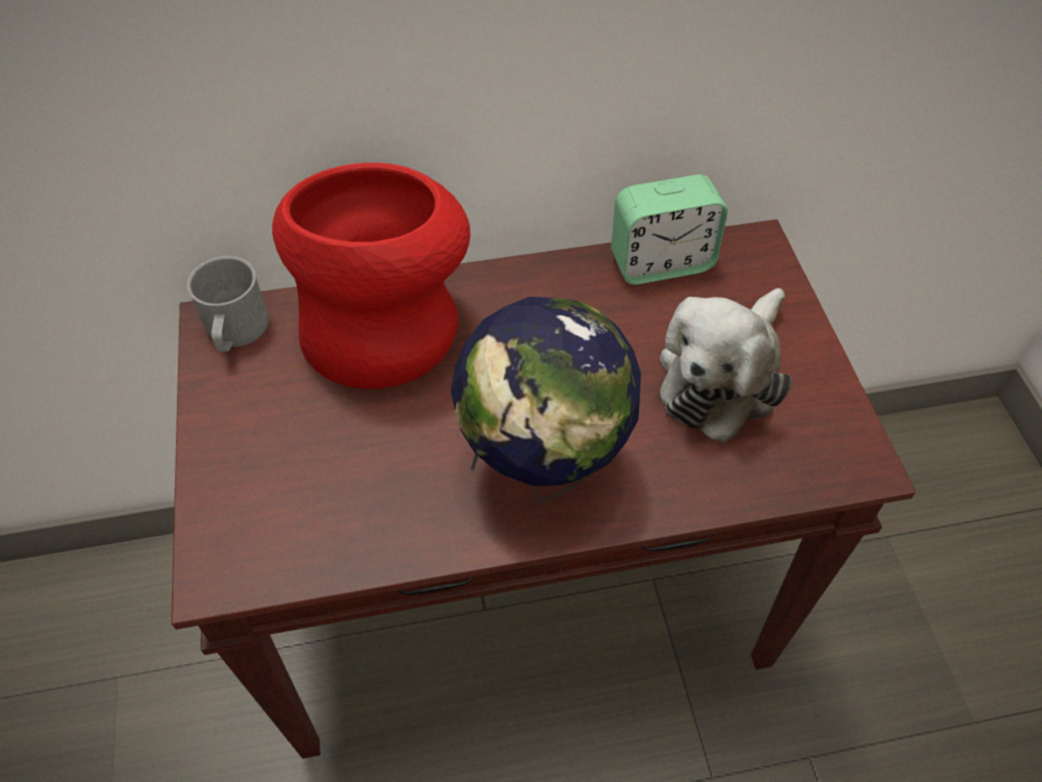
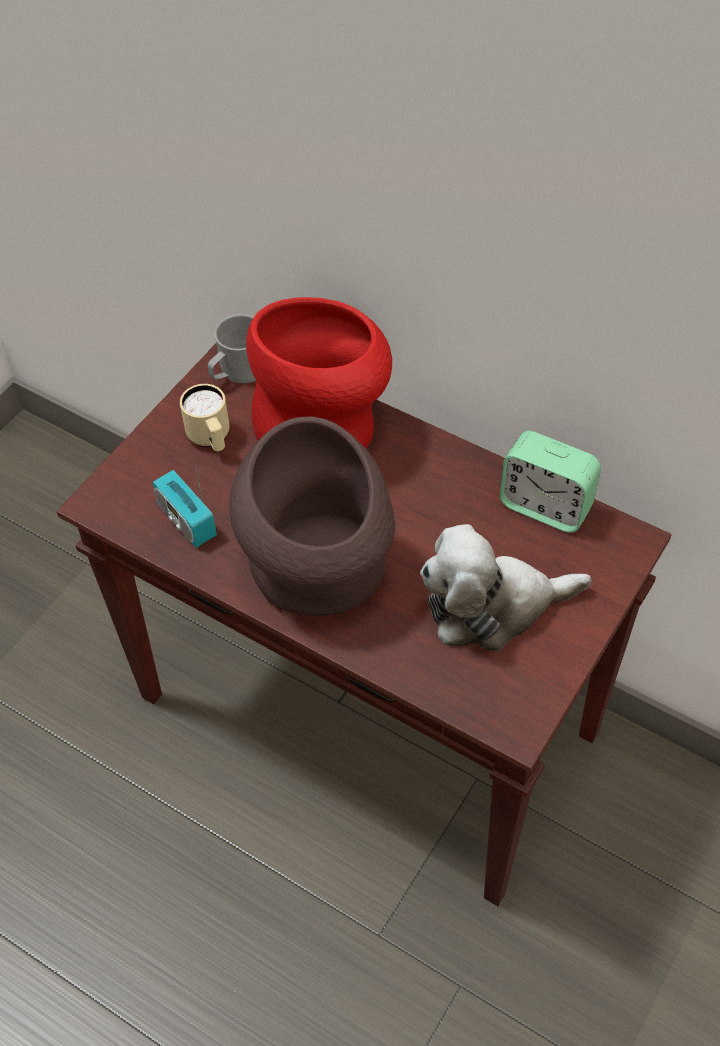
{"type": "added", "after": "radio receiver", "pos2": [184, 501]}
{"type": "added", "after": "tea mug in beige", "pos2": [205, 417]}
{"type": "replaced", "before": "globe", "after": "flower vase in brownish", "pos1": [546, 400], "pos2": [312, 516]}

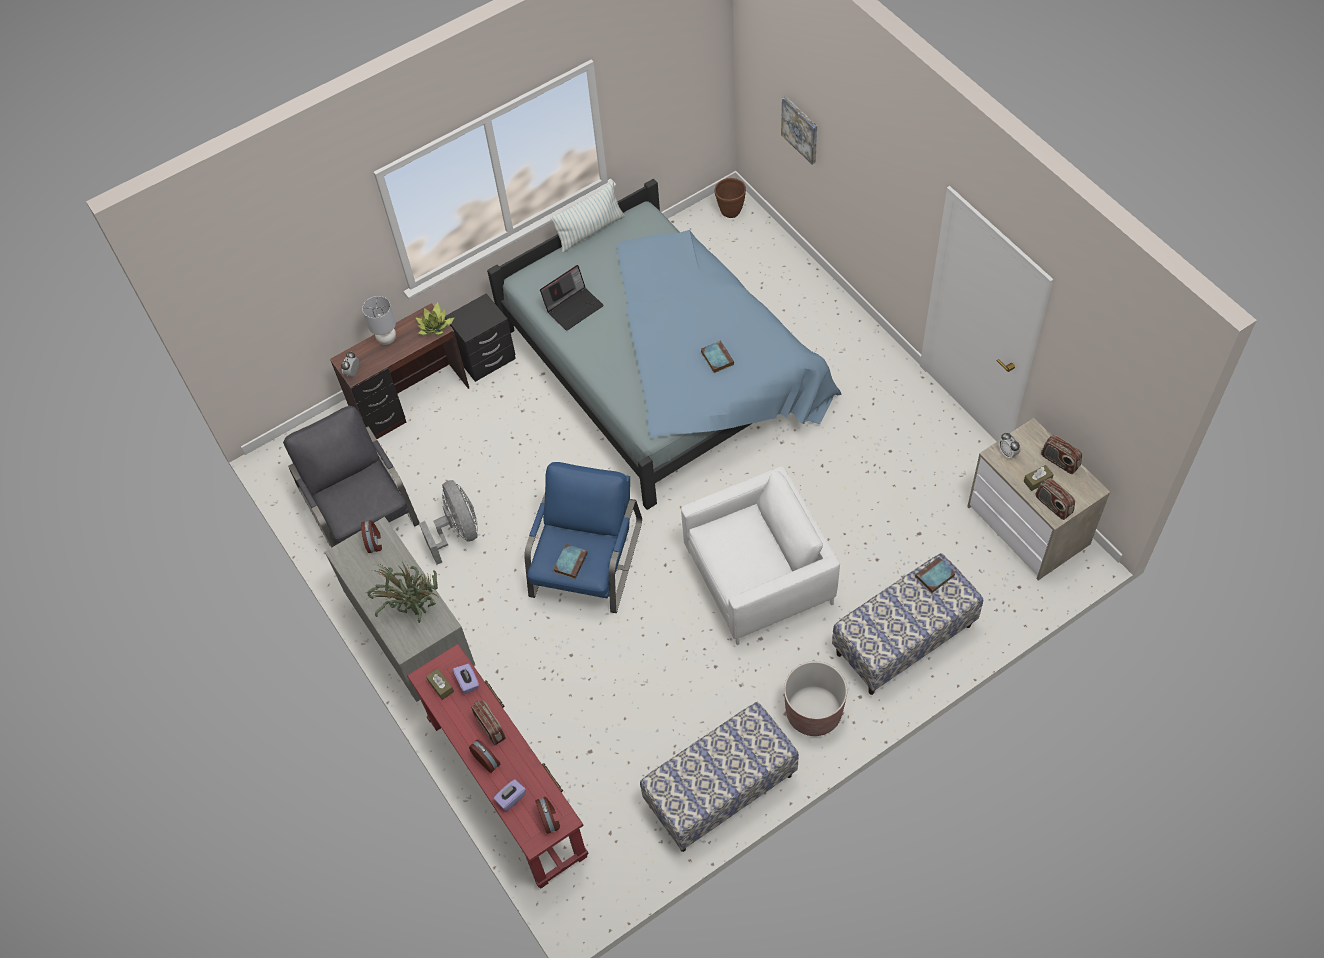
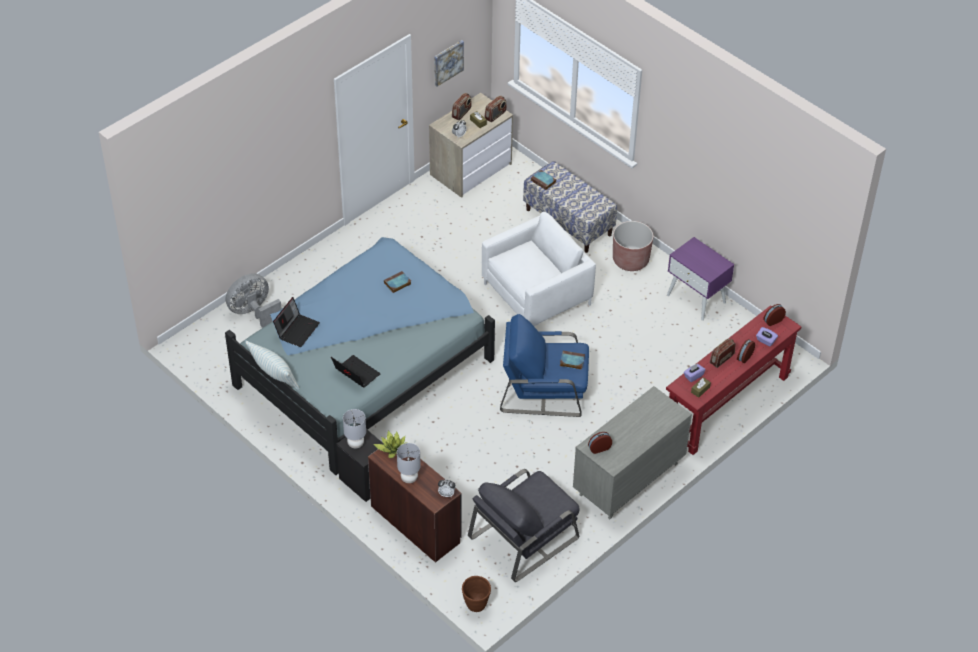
{"type": "removed", "before": "potted plant", "pos1": [402, 592]}
{"type": "added", "after": "laptop", "pos2": [296, 322]}
{"type": "added", "after": "tabletop lamp in greyish", "pos2": [354, 429]}
{"type": "moved", "before": "cooling fan in greyish", "pos1": [448, 522], "pos2": [253, 300]}
{"type": "moved", "before": "flower pot in brownish", "pos1": [730, 198], "pos2": [476, 594]}
{"type": "moved", "before": "picture", "pos1": [799, 130], "pos2": [449, 63]}
{"type": "replaced", "before": "bench", "after": "bedside table in purple", "pos1": [719, 777], "pos2": [700, 279]}
{"type": "turned", "before": "armchair in white", "pos1": [760, 555], "pos2": [539, 269], "turn": 90}

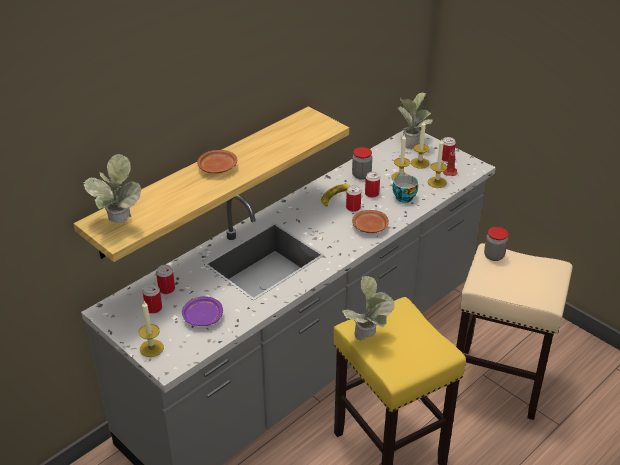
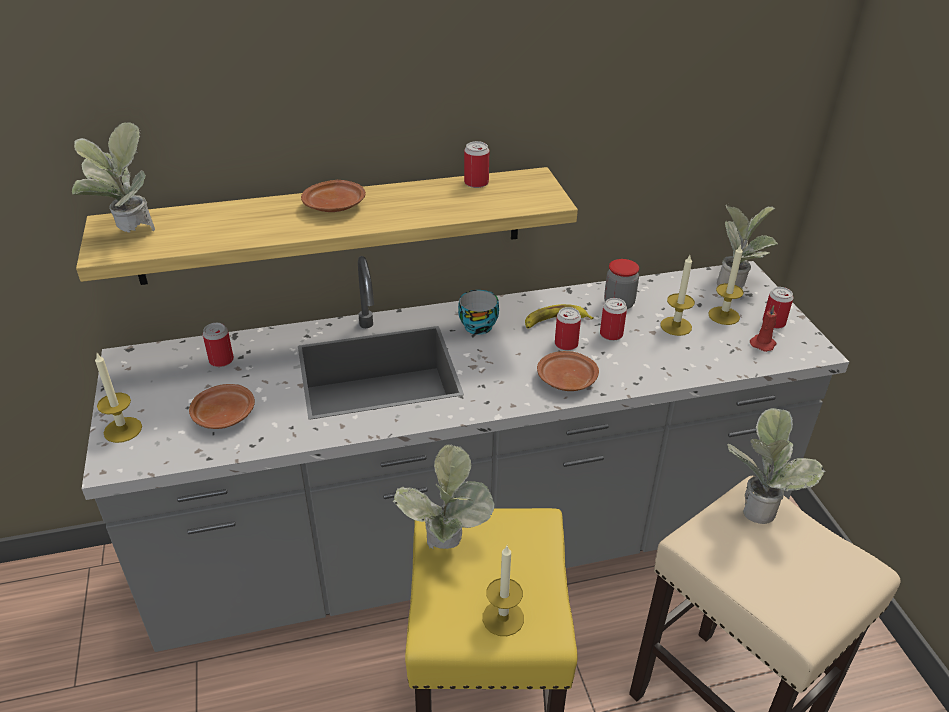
{"type": "moved", "before": "metal can", "pos1": [152, 298], "pos2": [476, 164]}
{"type": "moved", "before": "drinking cup", "pos1": [405, 189], "pos2": [478, 312]}
{"type": "moved", "before": "wax light", "pos1": [437, 163], "pos2": [503, 591]}
{"type": "replaced", "before": "preserve jar", "after": "potted plant", "pos1": [496, 244], "pos2": [776, 466]}
{"type": "recoloured", "before": "dinner plate in purple", "after": "dinner plate in brownish", "pos1": [202, 311], "pos2": [222, 406]}

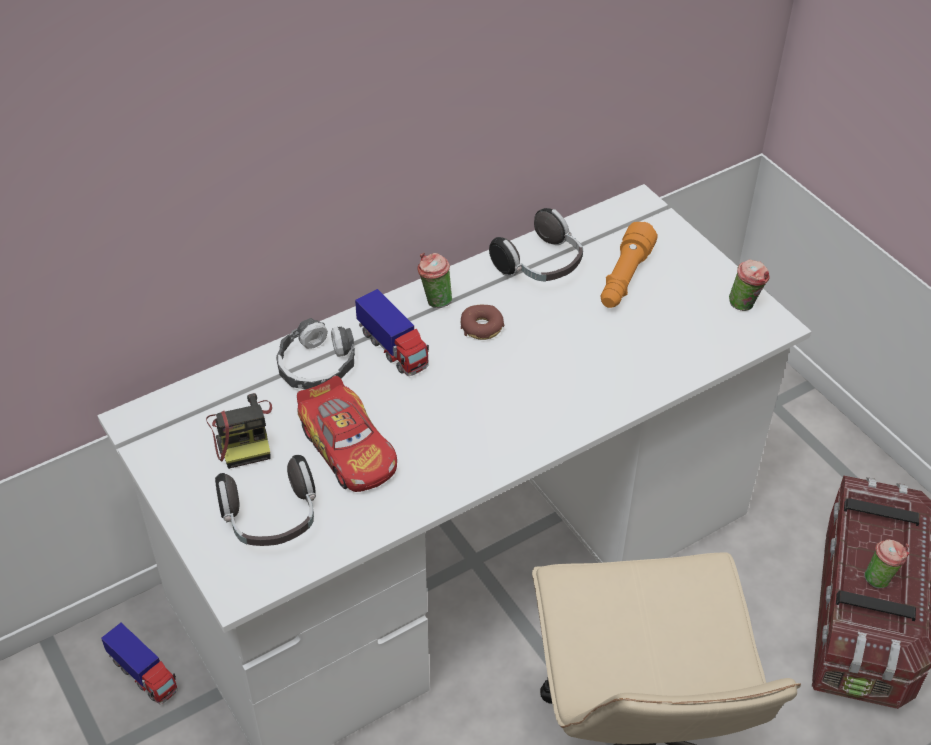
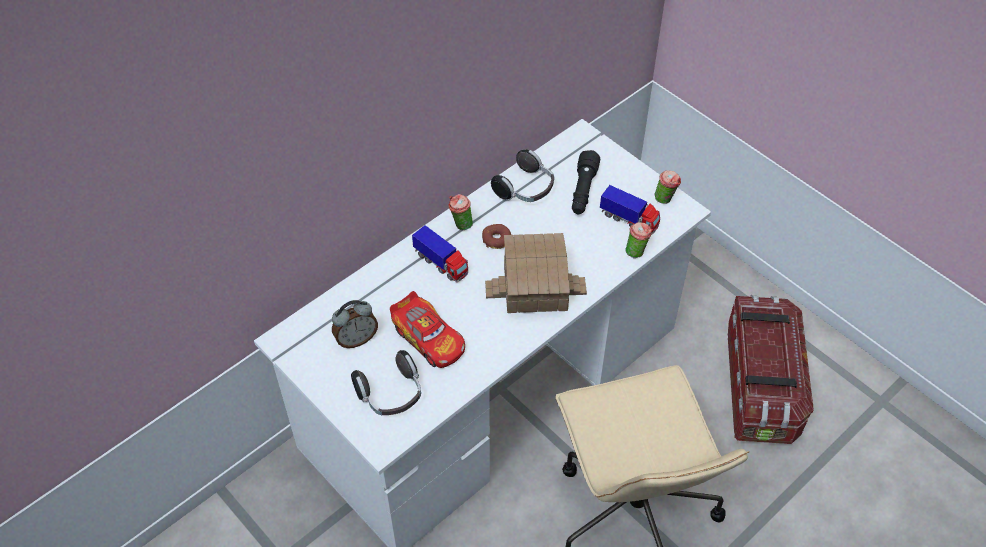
{"type": "removed", "before": "pair of headphones", "pos1": [315, 354]}
{"type": "added", "after": "toy house", "pos2": [536, 273]}
{"type": "moved", "before": "toy truck", "pos1": [139, 664], "pos2": [630, 210]}
{"type": "moved", "before": "drinking cup", "pos1": [887, 564], "pos2": [639, 240]}
{"type": "replaced", "before": "photo camera", "after": "alarm clock", "pos1": [239, 431], "pos2": [355, 324]}
{"type": "recoloured", "before": "torch in orangey", "after": "torch in black", "pos1": [629, 265], "pos2": [586, 182]}

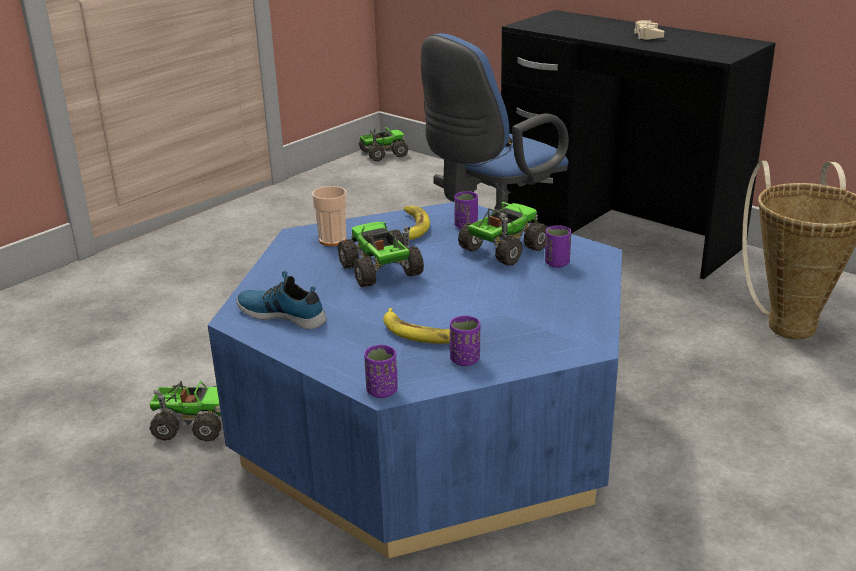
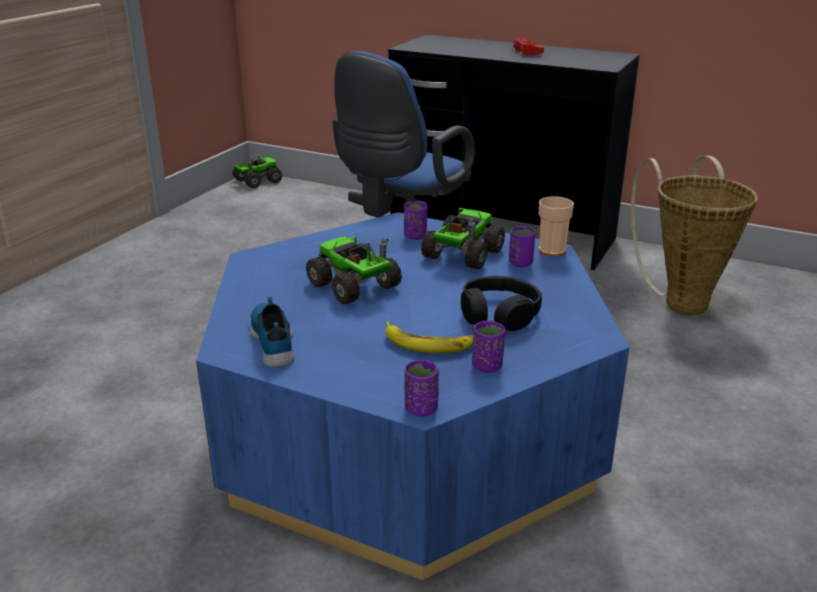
{"type": "removed", "before": "toy truck", "pos1": [185, 411]}
{"type": "removed", "before": "banana", "pos1": [416, 223]}
{"type": "added", "after": "pair of headphones in black", "pos2": [501, 303]}
{"type": "moved", "before": "drinking cup", "pos1": [329, 216], "pos2": [556, 226]}
{"type": "recoloured", "before": "gamepad in beige", "after": "gamepad in red-coloured", "pos1": [649, 30], "pos2": [528, 46]}
{"type": "turned", "before": "item of footwear", "pos1": [282, 299], "pos2": [272, 331], "turn": 60}

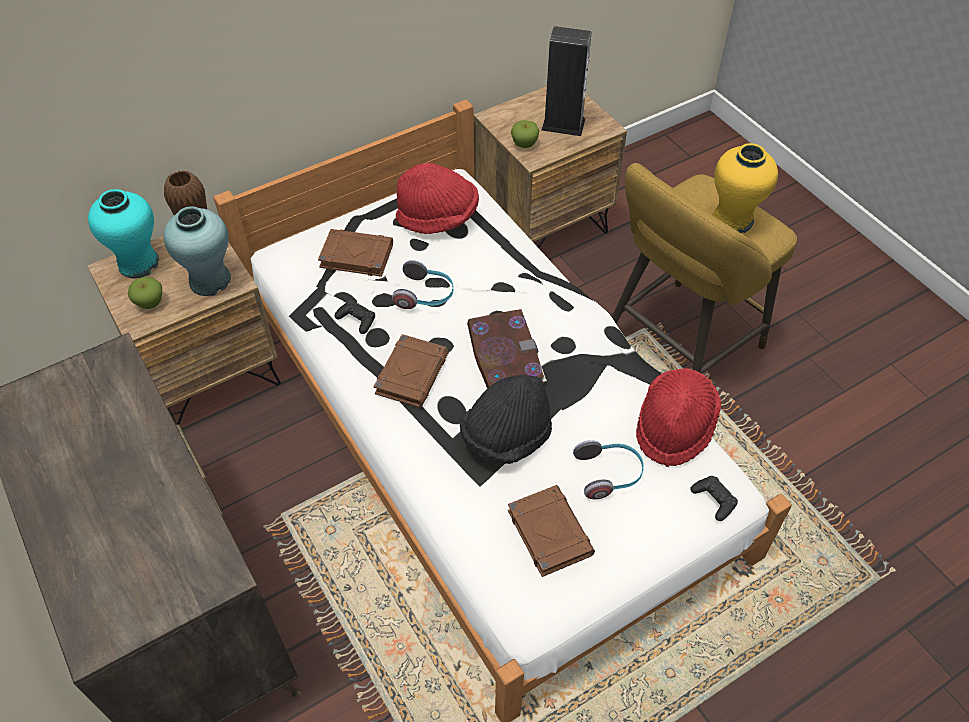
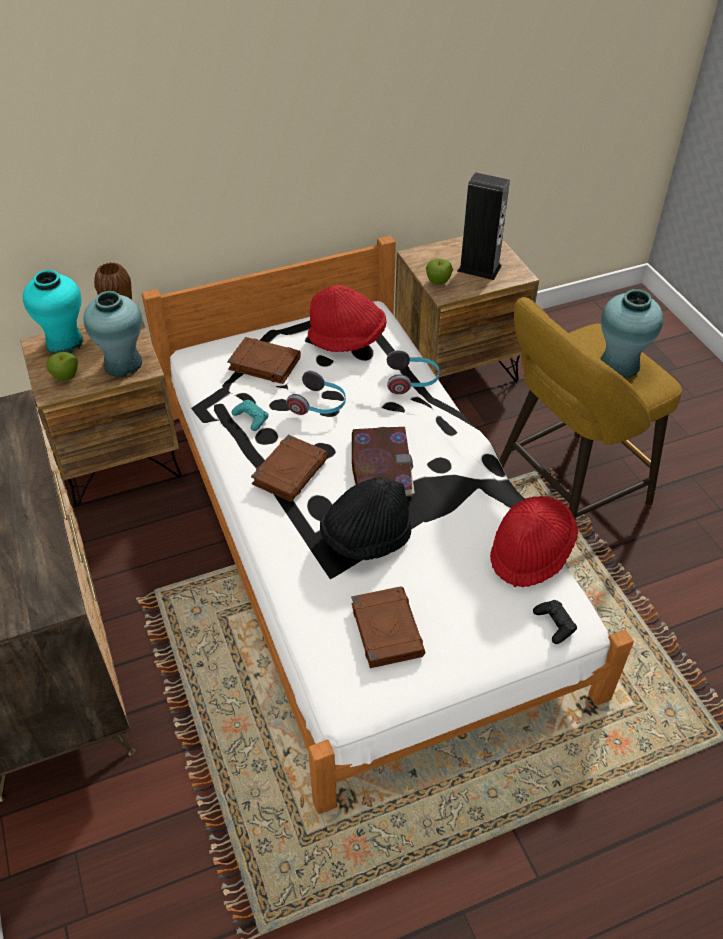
{"type": "moved", "before": "pair of headphones", "pos1": [608, 469], "pos2": [413, 372]}
{"type": "recoloured", "before": "gamepad in black", "after": "gamepad in turquoise", "pos1": [355, 317], "pos2": [250, 415]}
{"type": "recoloured", "before": "flower vase in yellow-coloured", "after": "flower vase in turquoise", "pos1": [745, 188], "pos2": [631, 333]}

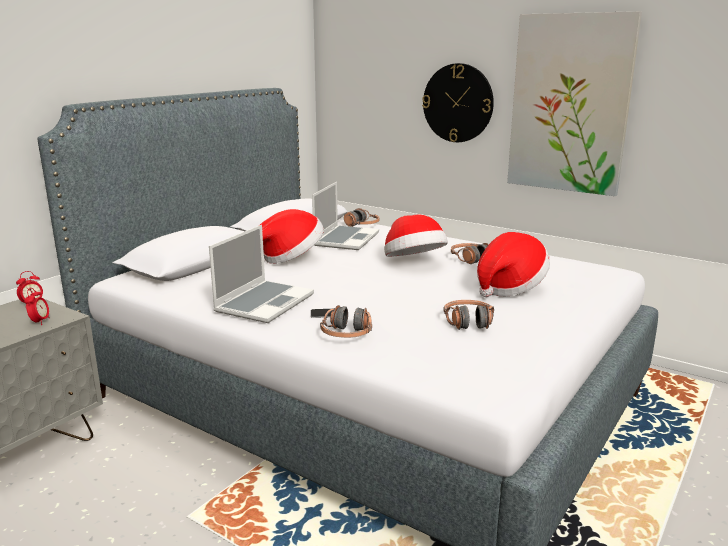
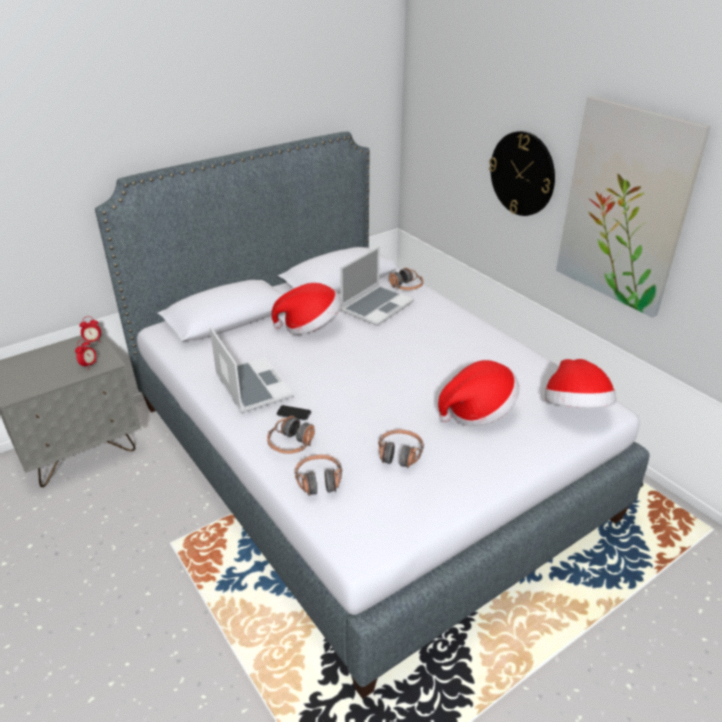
{"type": "moved", "before": "clothing hat", "pos1": [416, 236], "pos2": [580, 383]}
{"type": "moved", "before": "pair of headphones", "pos1": [470, 253], "pos2": [318, 475]}
{"type": "turned", "before": "laptop", "pos1": [261, 274], "pos2": [252, 369], "turn": -75}

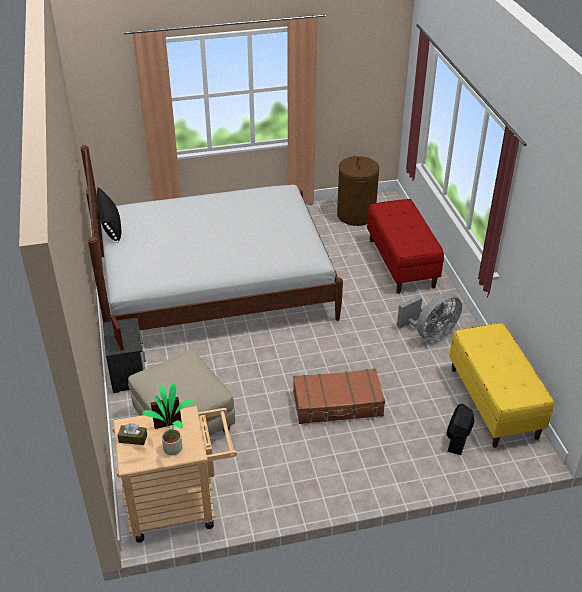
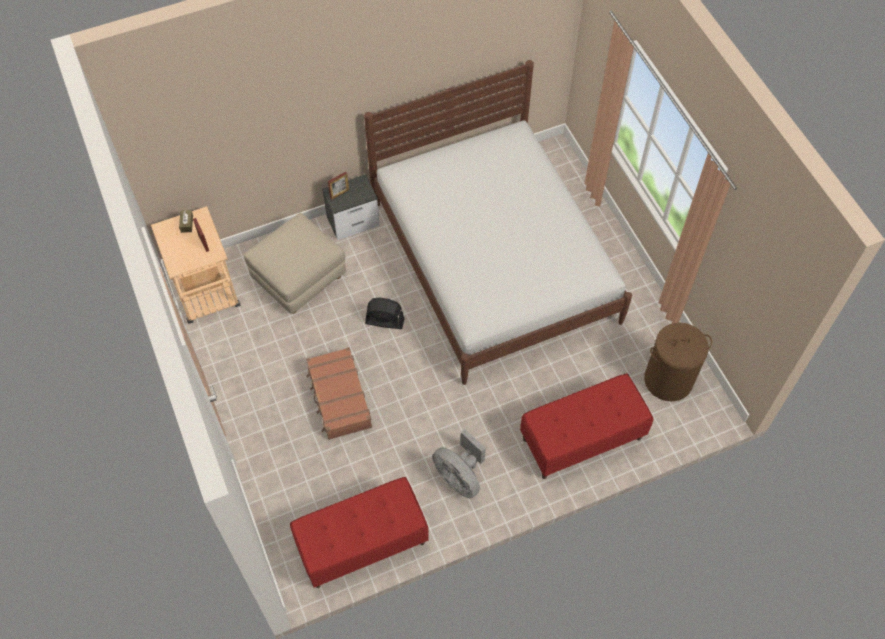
{"type": "removed", "before": "throw pillow in black", "pos1": [109, 215]}
{"type": "removed", "before": "potted plant", "pos1": [167, 419]}
{"type": "moved", "before": "cooling fan in black", "pos1": [460, 429], "pos2": [385, 313]}
{"type": "recoloured", "before": "bench in yellow-coloured", "after": "bench in red-coloured", "pos1": [501, 385], "pos2": [359, 532]}

